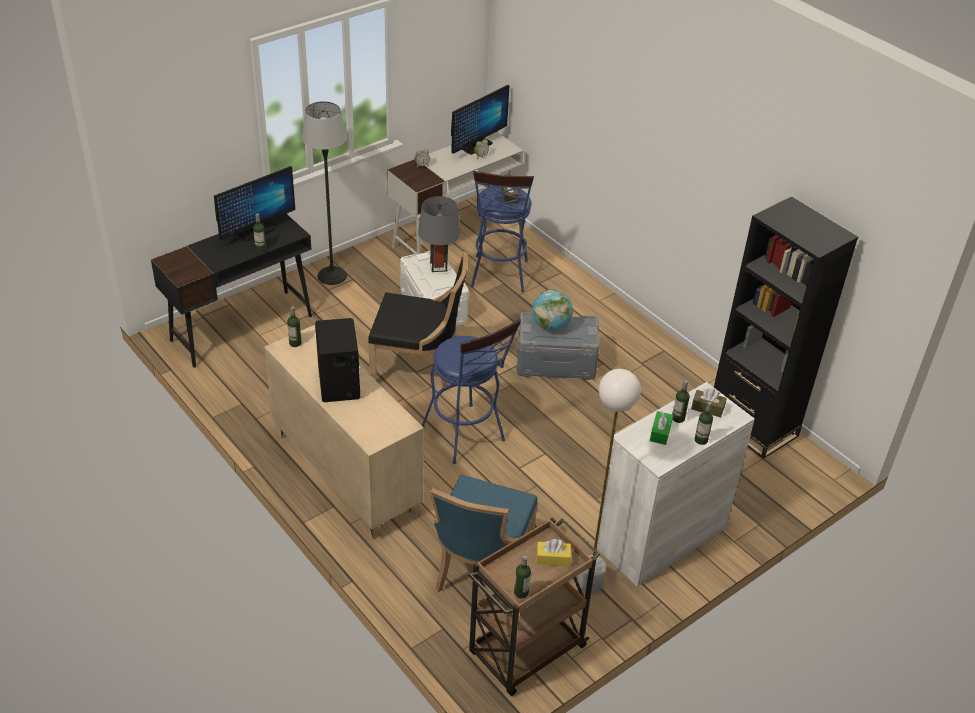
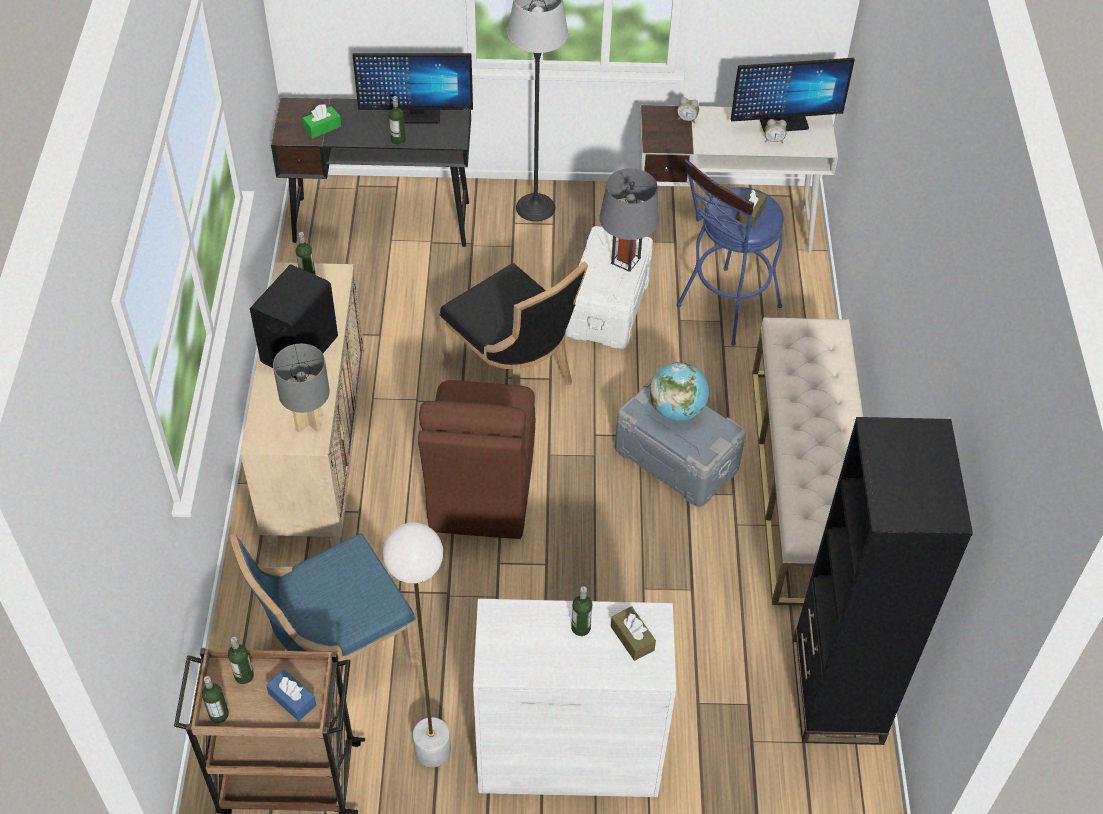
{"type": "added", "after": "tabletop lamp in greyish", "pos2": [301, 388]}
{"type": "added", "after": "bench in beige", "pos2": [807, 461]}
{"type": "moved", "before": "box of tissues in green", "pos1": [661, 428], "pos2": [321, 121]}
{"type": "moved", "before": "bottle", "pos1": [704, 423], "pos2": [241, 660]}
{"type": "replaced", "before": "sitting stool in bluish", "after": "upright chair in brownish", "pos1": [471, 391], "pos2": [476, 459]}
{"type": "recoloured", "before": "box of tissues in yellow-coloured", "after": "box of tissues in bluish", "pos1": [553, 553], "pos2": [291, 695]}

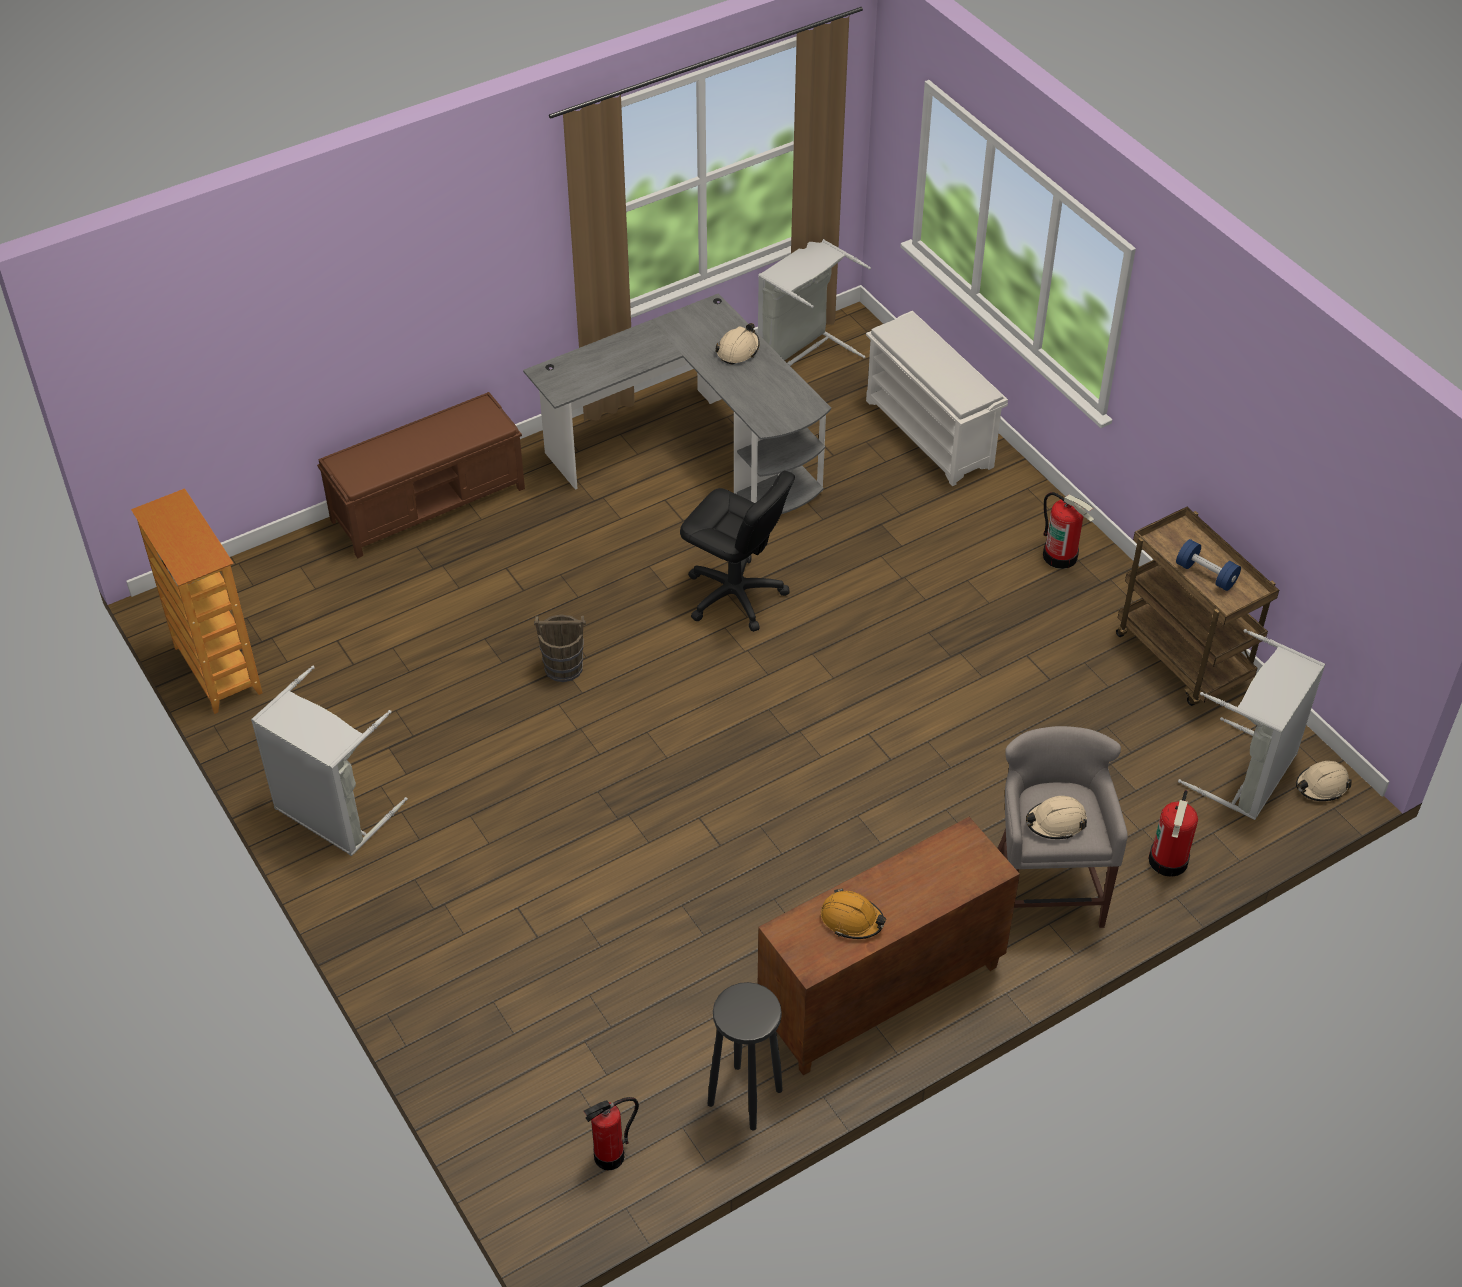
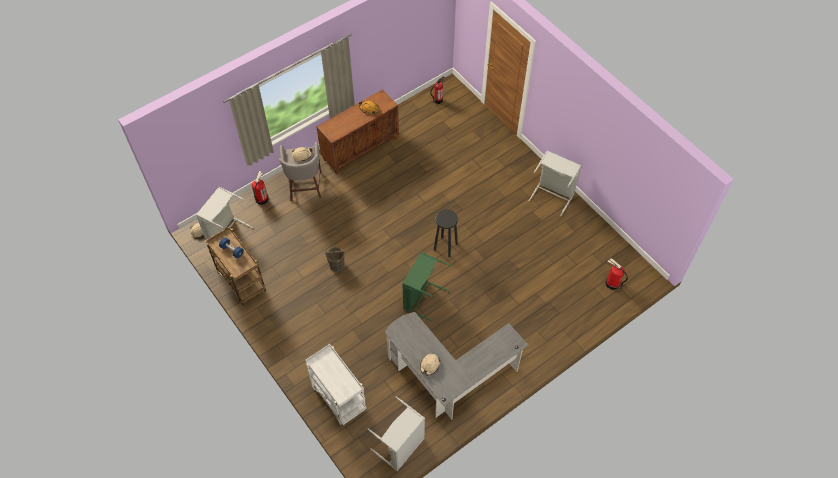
{"type": "removed", "before": "bookshelf", "pos1": [197, 601]}
{"type": "removed", "before": "bench in brownish", "pos1": [421, 475]}
{"type": "moved", "before": "bucket in brownish", "pos1": [560, 648], "pos2": [335, 259]}
{"type": "moved", "before": "sitting stool in black", "pos1": [745, 1056], "pos2": [446, 233]}
{"type": "moved", "before": "extinguisher", "pos1": [1068, 530], "pos2": [617, 274]}
{"type": "replaced", "before": "office chair in black", "after": "hamper in green", "pos1": [737, 551], "pos2": [426, 287]}
{"type": "replaced", "before": "shoe rack in white", "after": "trolley in white", "pos1": [937, 398], "pos2": [336, 385]}

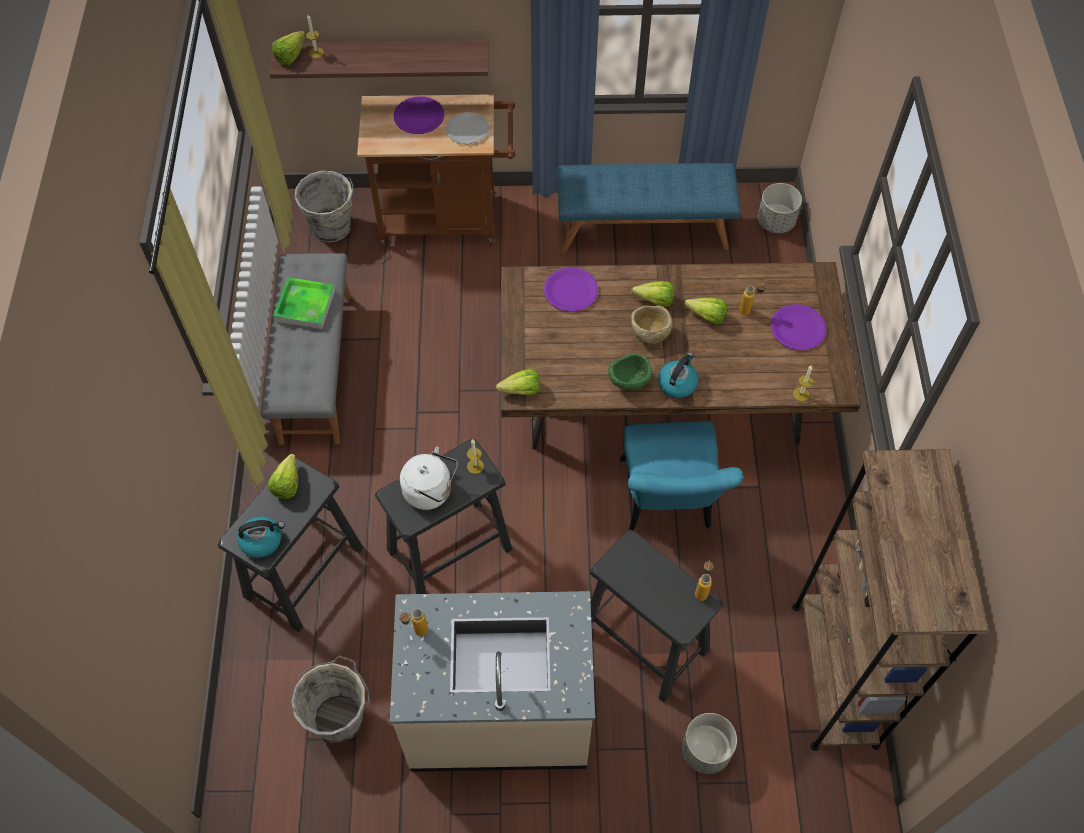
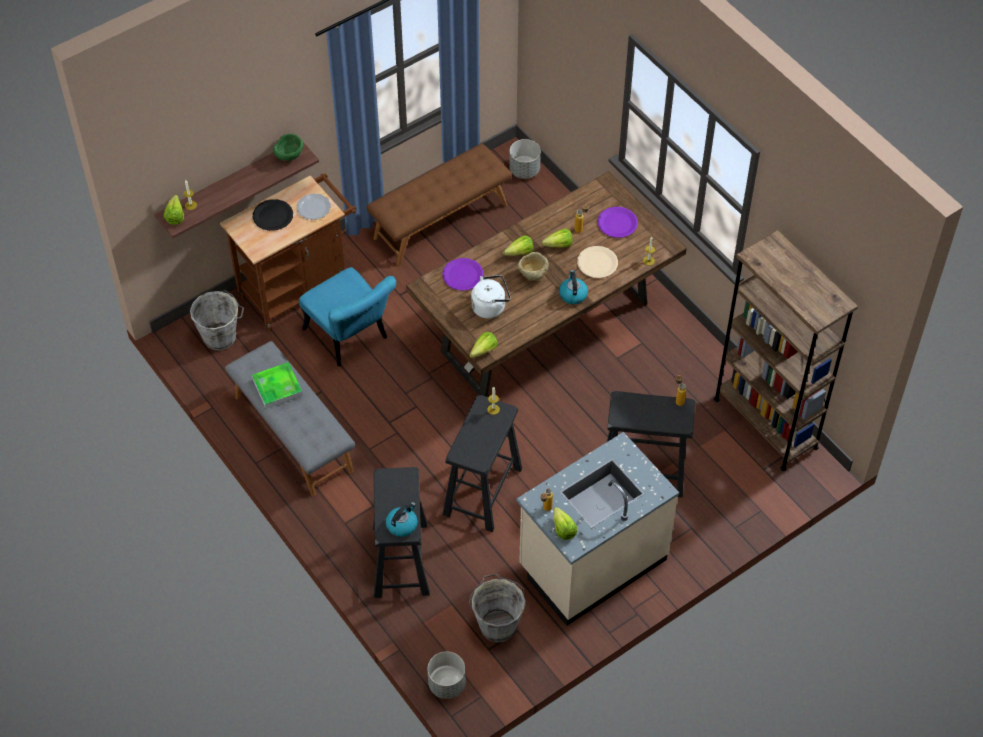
{"type": "added", "after": "dinner plate in beige", "pos2": [597, 262]}
{"type": "moved", "before": "head of lettuce", "pos1": [282, 476], "pos2": [565, 523]}
{"type": "moved", "before": "kettle in white", "pos1": [429, 478], "pos2": [491, 296]}
{"type": "moved", "before": "bowl in green", "pos1": [630, 371], "pos2": [288, 147]}
{"type": "moved", "before": "upright chair in turquoise", "pos1": [681, 476], "pos2": [347, 316]}
{"type": "moved", "before": "flower pot in greyish", "pos1": [709, 743], "pos2": [446, 675]}
{"type": "recoloured", "before": "dinner plate in purple", "after": "dinner plate in black", "pos1": [419, 115], "pos2": [273, 215]}
{"type": "recoloured", "before": "bench in bluish", "after": "bench in brownish", "pos1": [649, 207], "pos2": [439, 204]}

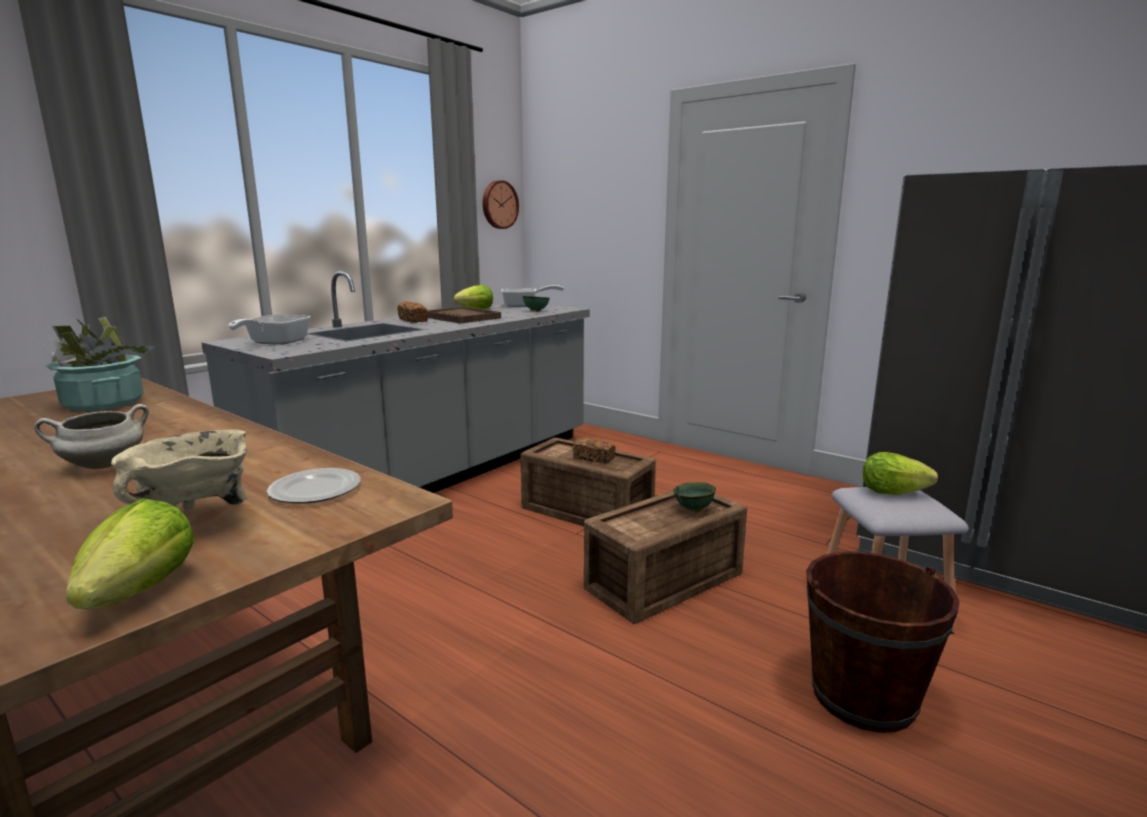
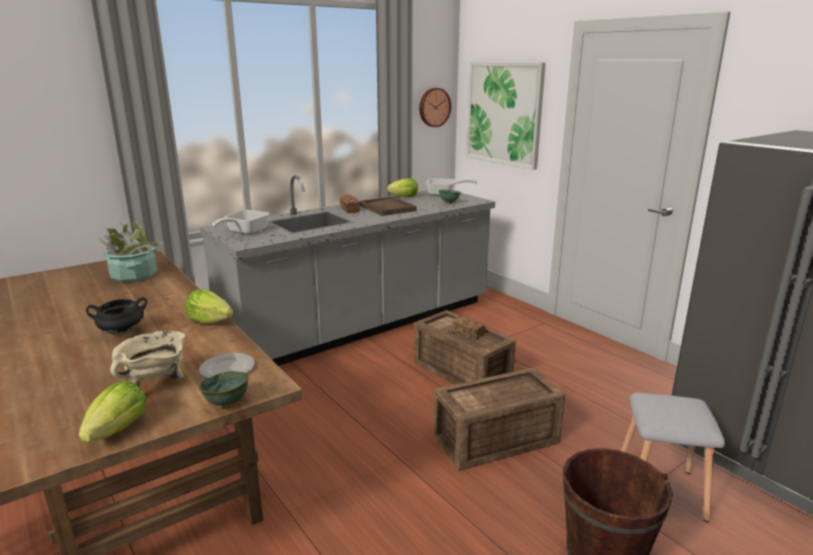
{"type": "added", "after": "picture", "pos2": [506, 116]}
{"type": "moved", "before": "bowl in green", "pos1": [694, 497], "pos2": [224, 389]}
{"type": "moved", "before": "head of lettuce", "pos1": [900, 473], "pos2": [209, 306]}
{"type": "recoloured", "before": "cooking pot in white", "after": "cooking pot in black", "pos1": [91, 436], "pos2": [116, 316]}

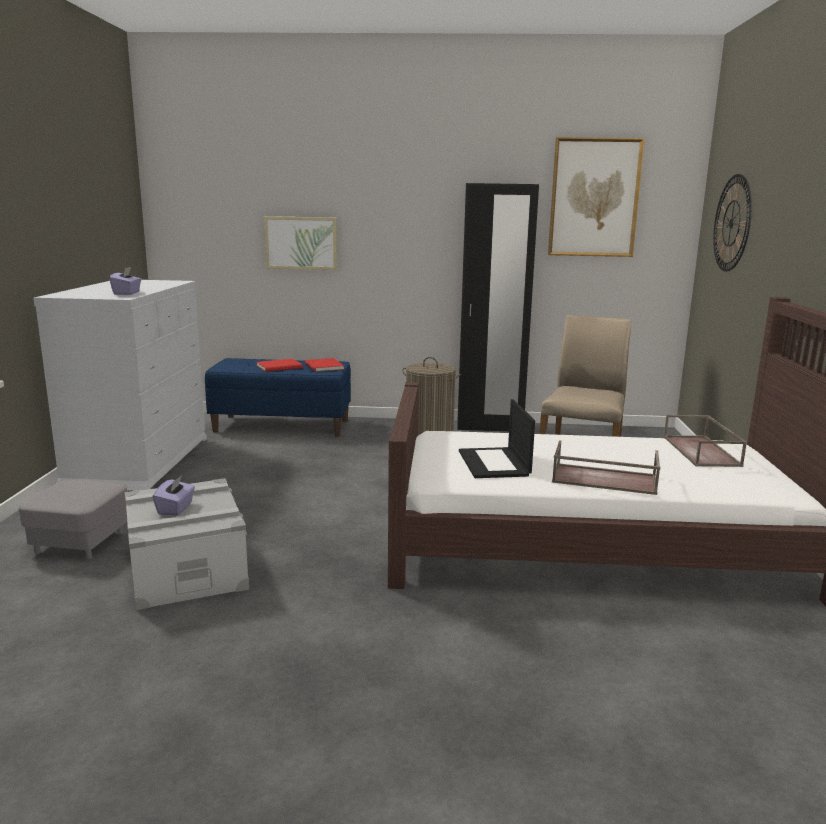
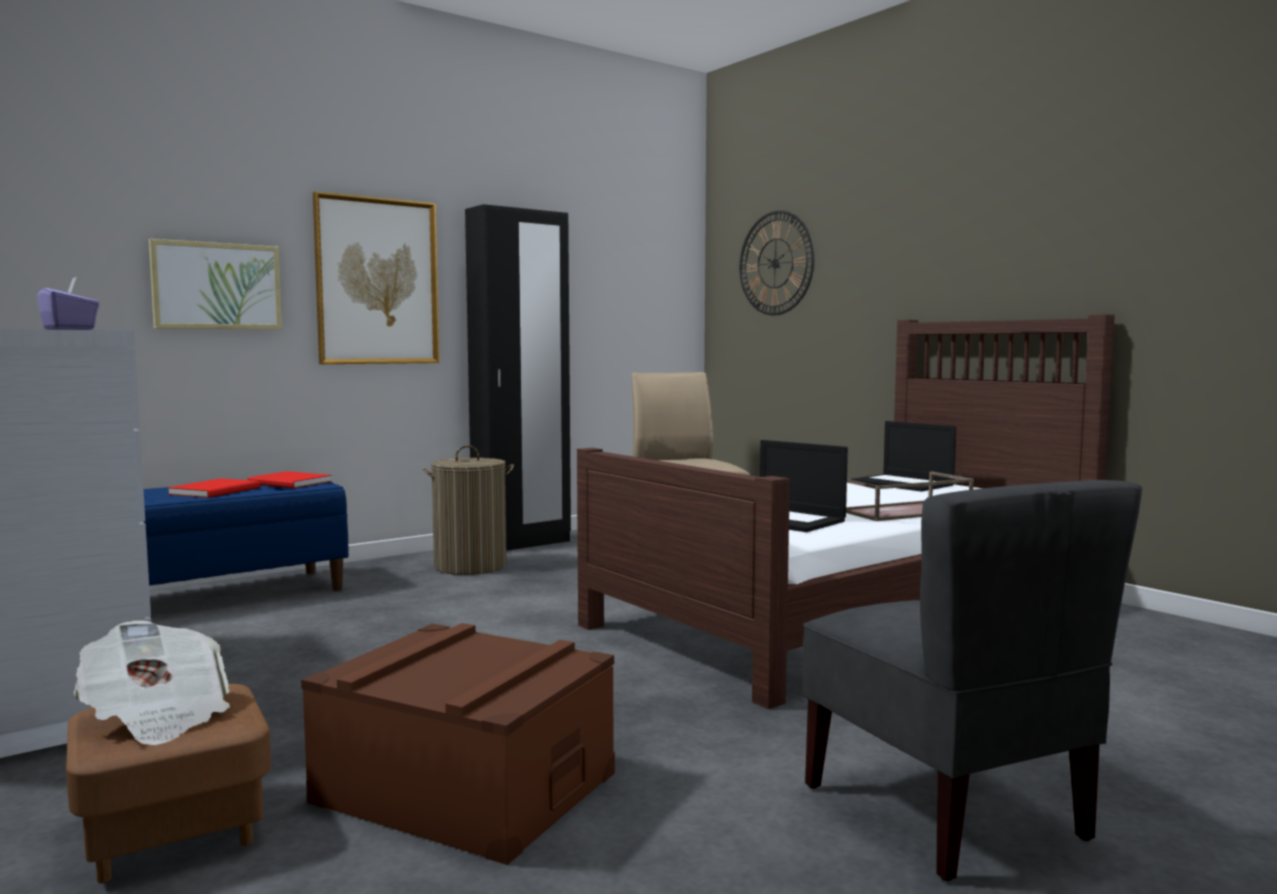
{"type": "removed", "before": "box of tissues in purple", "pos1": [174, 495]}
{"type": "added", "after": "daily paper", "pos2": [151, 682]}
{"type": "added", "after": "upright chair in greyish", "pos2": [972, 680]}
{"type": "moved", "before": "picture", "pos1": [596, 197], "pos2": [376, 277]}
{"type": "replaced", "before": "serving tray in brownish", "after": "laptop", "pos1": [705, 441], "pos2": [903, 456]}
{"type": "recoloured", "before": "ottoman in greyish", "after": "ottoman in brownish", "pos1": [73, 519], "pos2": [168, 783]}
{"type": "recoloured", "before": "storage bin in greyish", "after": "storage bin in brownish", "pos1": [187, 544], "pos2": [458, 744]}

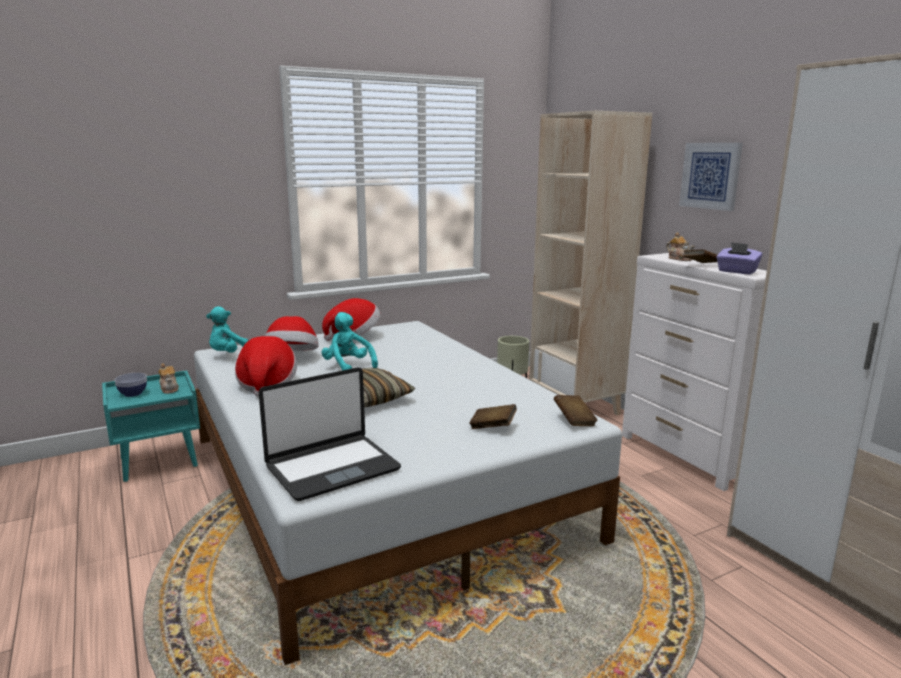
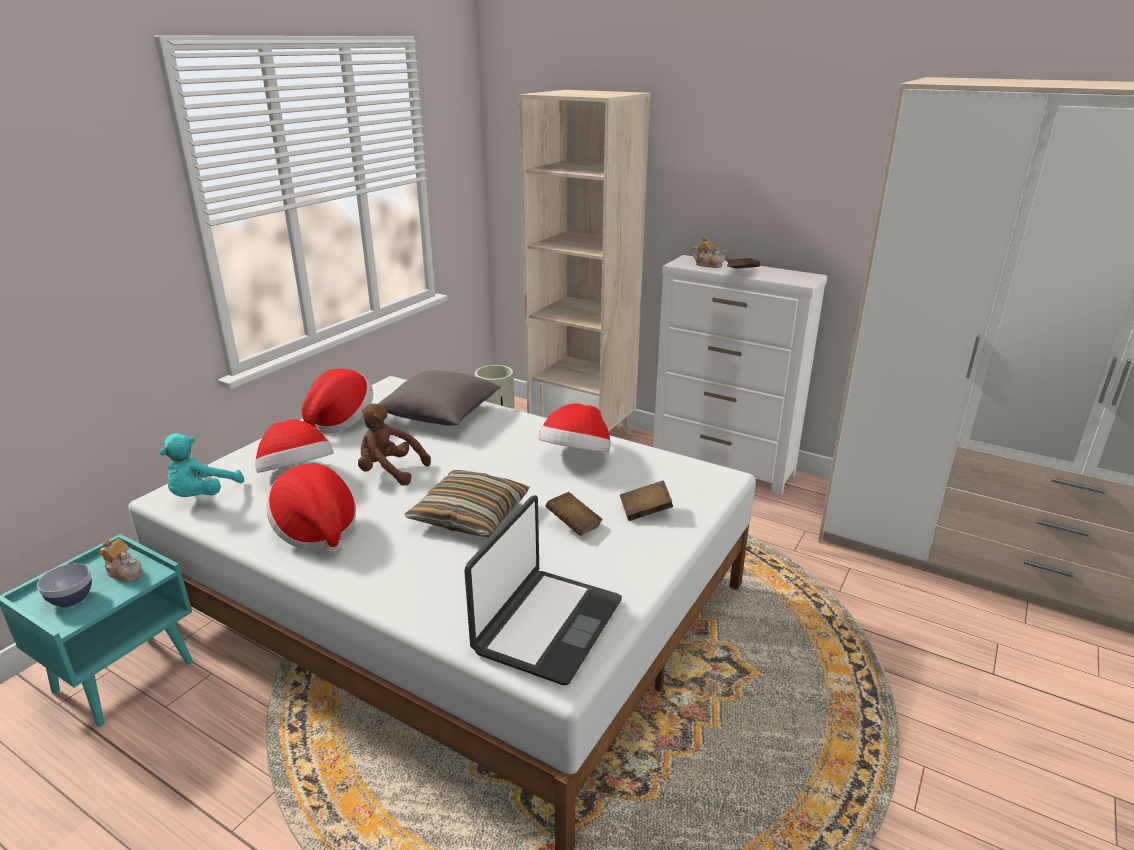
{"type": "removed", "before": "picture", "pos1": [711, 177]}
{"type": "removed", "before": "box of tissues in purple", "pos1": [739, 258]}
{"type": "added", "after": "throw pillow in greyish", "pos2": [439, 398]}
{"type": "added", "after": "clothing hat", "pos2": [574, 427]}
{"type": "moved", "before": "volume in brownish", "pos1": [576, 410], "pos2": [574, 514]}
{"type": "recoloured", "before": "cuddly toy in turquoise", "after": "cuddly toy in brownish", "pos1": [349, 341], "pos2": [394, 444]}

